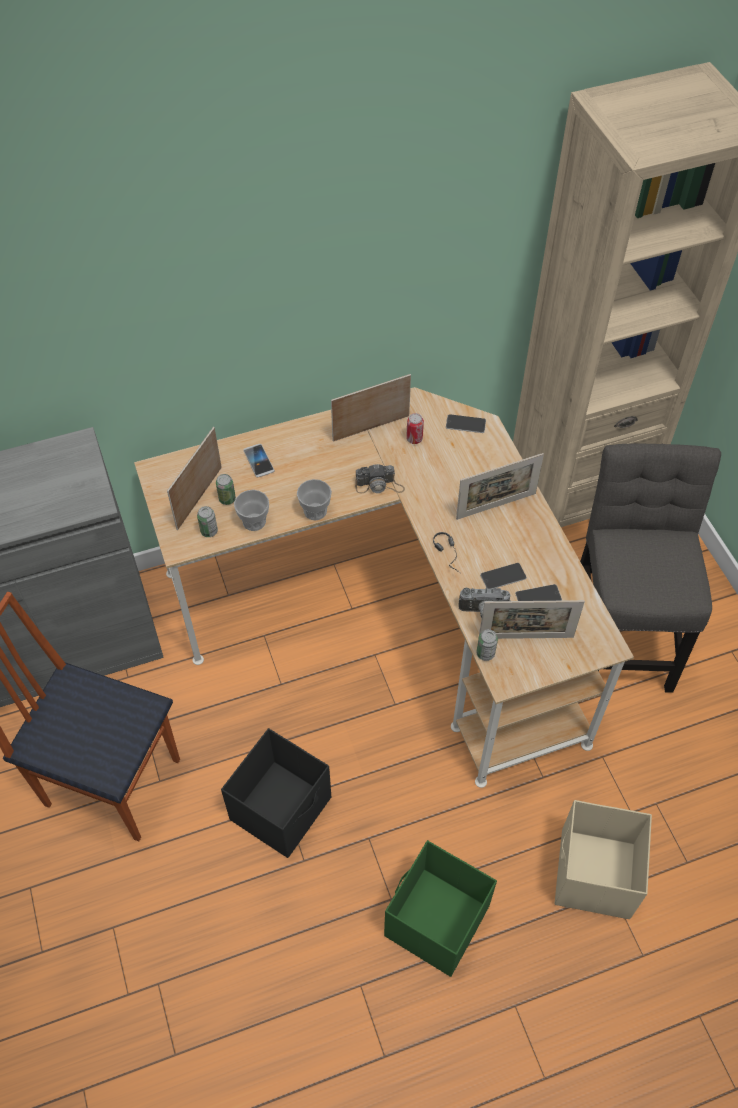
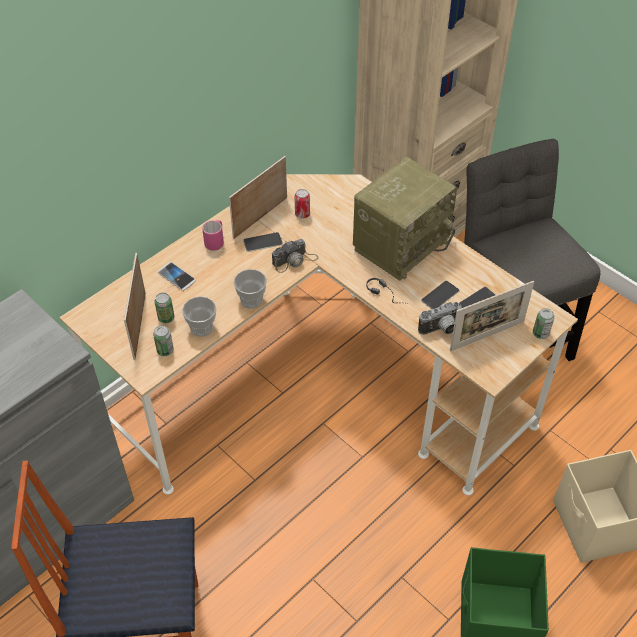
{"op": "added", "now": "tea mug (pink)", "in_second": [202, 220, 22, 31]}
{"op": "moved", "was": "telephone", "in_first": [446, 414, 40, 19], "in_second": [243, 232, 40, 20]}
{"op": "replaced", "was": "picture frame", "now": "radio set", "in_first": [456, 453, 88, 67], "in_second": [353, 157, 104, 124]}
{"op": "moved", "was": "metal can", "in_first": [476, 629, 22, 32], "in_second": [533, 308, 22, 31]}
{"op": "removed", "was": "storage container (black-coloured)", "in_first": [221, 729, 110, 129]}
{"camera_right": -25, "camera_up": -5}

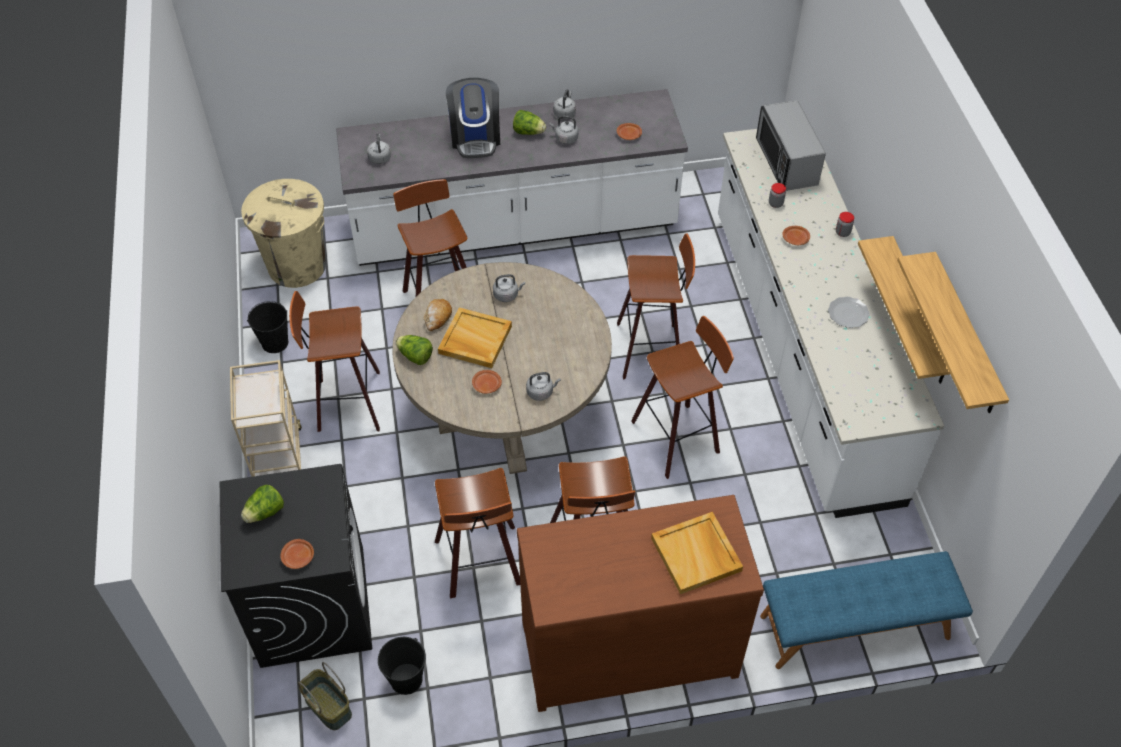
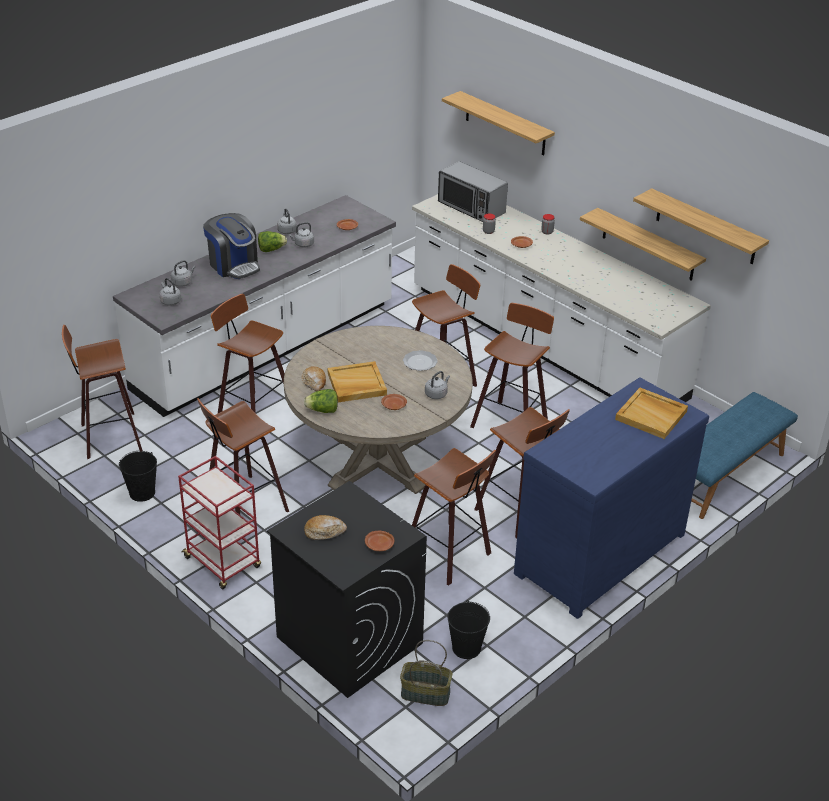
{"op": "replaced", "was": "waste bin (beige)", "now": "stool seat", "in_first": [241, 179, 85, 109], "in_second": [62, 325, 81, 134]}
{"op": "moved", "was": "tea kettle (grey)", "in_first": [493, 274, 32, 28], "in_second": [171, 260, 24, 27]}
{"op": "recoloured", "was": "wheeled cart (beige)", "now": "wheeled cart (red)", "in_first": [230, 360, 72, 117], "in_second": [178, 456, 83, 133]}
{"op": "replaced", "was": "lettuce head", "now": "bakery bread", "in_first": [241, 485, 43, 38], "in_second": [304, 515, 43, 25]}
{"op": "moved", "was": "flat dish", "in_first": [828, 297, 42, 31], "in_second": [403, 350, 35, 21]}
{"op": "added", "now": "shelf", "in_second": [442, 91, 113, 65]}
{"op": "recoloured", "was": "drawer chest (brown)", "now": "drawer chest (bluish)", "in_first": [517, 495, 247, 217], "in_second": [514, 377, 195, 242]}
{"camera_right": -35, "camera_up": -15}

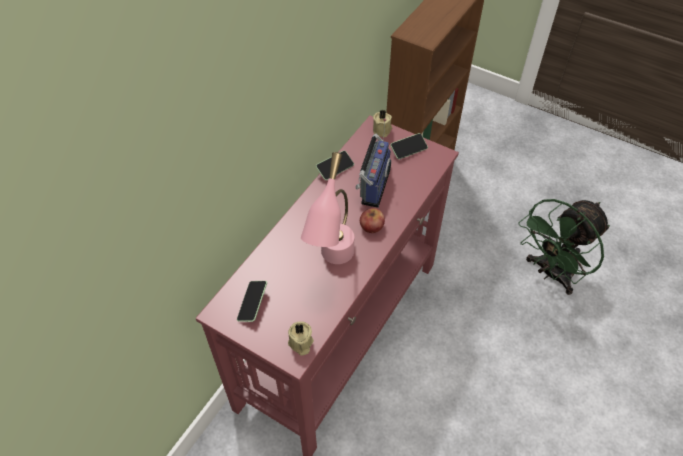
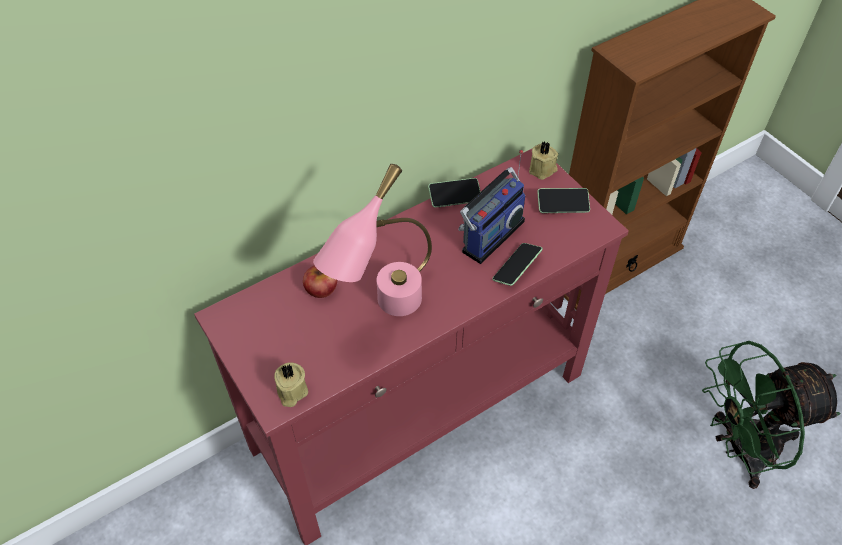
{"op": "moved", "was": "whole apple", "in_first": [360, 208, 25, 25], "in_second": [303, 265, 34, 33]}
{"op": "moved", "was": "telephone", "in_first": [237, 281, 30, 41], "in_second": [492, 243, 51, 43]}
{"camera_right": 25, "camera_up": 0}

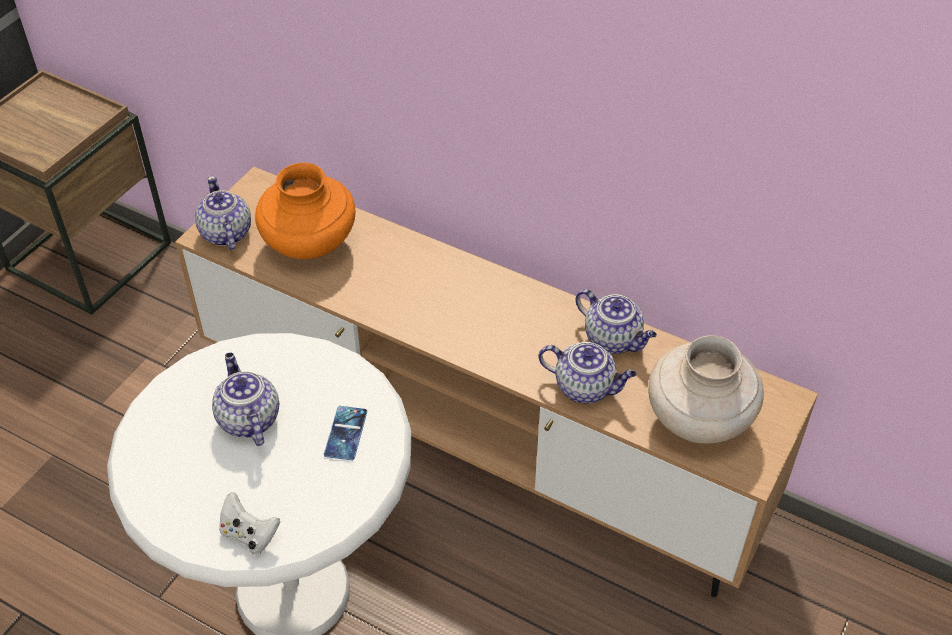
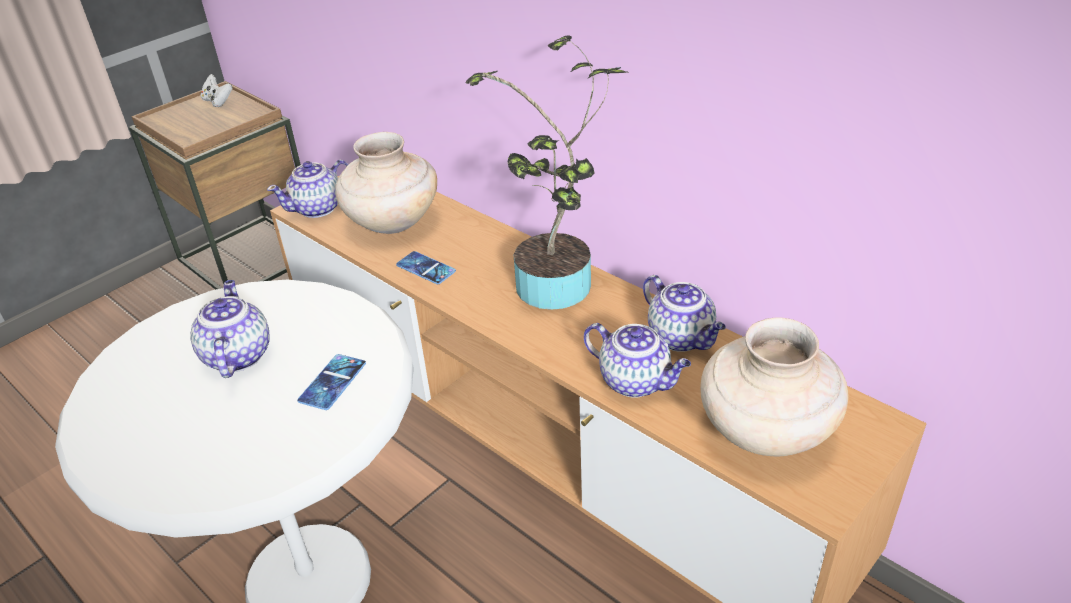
{"op": "moved", "was": "game controller (whitish)", "in_first": [219, 492, 61, 62], "in_second": [201, 74, 32, 33]}
{"op": "turned", "was": "pot for tea", "in_first": [195, 176, 56, 75], "in_second": [267, 160, 82, 58], "clockwise": -120}
{"op": "recoloured", "was": "vase (orange)", "now": "vase (beige)", "in_first": [255, 163, 101, 96], "in_second": [335, 132, 102, 102]}
{"op": "added", "now": "telephone", "in_second": [396, 251, 60, 33]}
{"op": "added", "now": "potted plant", "in_second": [466, 36, 163, 274]}
{"camera_right": 15, "camera_up": -10}

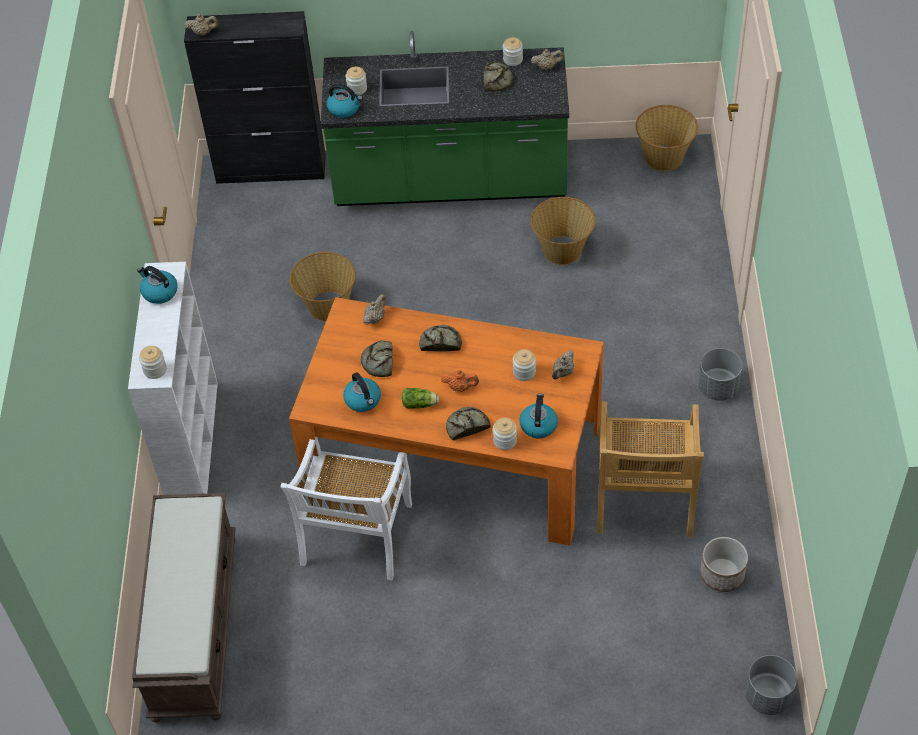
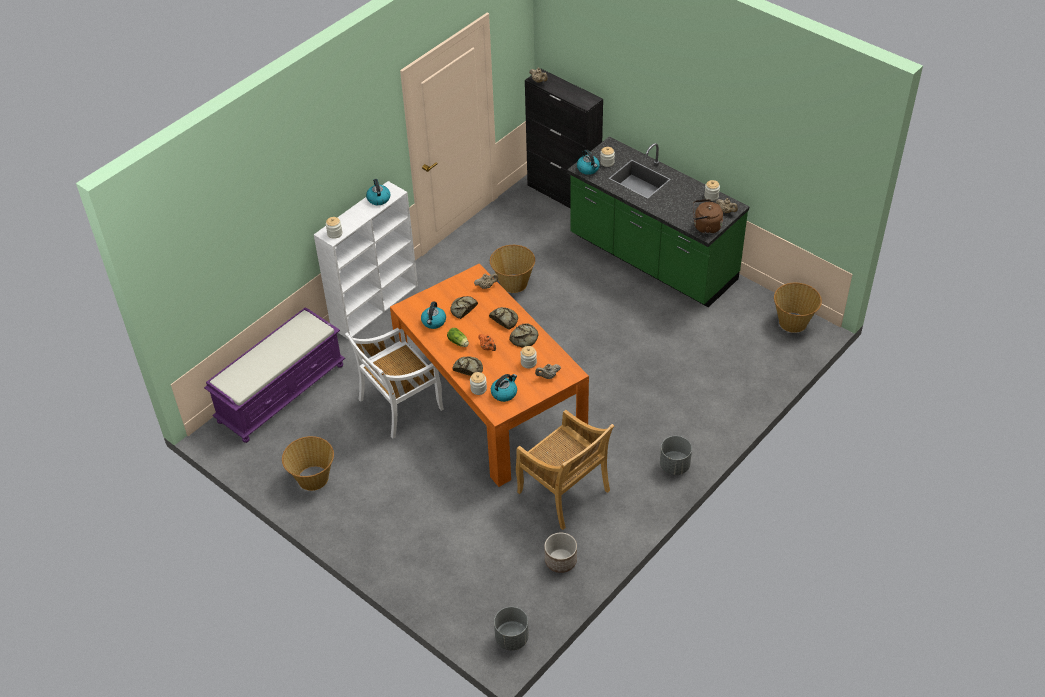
{"op": "recoloured", "was": "long seat (brown)", "now": "long seat (purplish)", "in_first": [132, 493, 104, 229], "in_second": [204, 307, 141, 136]}
{"op": "moved", "was": "household basket", "in_first": [530, 197, 66, 68], "in_second": [282, 436, 52, 55]}
{"op": "moved", "was": "bakery bread", "in_first": [484, 62, 29, 30], "in_second": [509, 323, 29, 25]}
{"op": "turned", "was": "chair (beige)", "in_first": [597, 402, 107, 135], "in_second": [516, 410, 98, 120], "clockwise": -90}
{"op": "added", "now": "tea kettle (brown)", "in_second": [693, 199, 30, 35]}
{"camera_right": 40, "camera_up": -5}

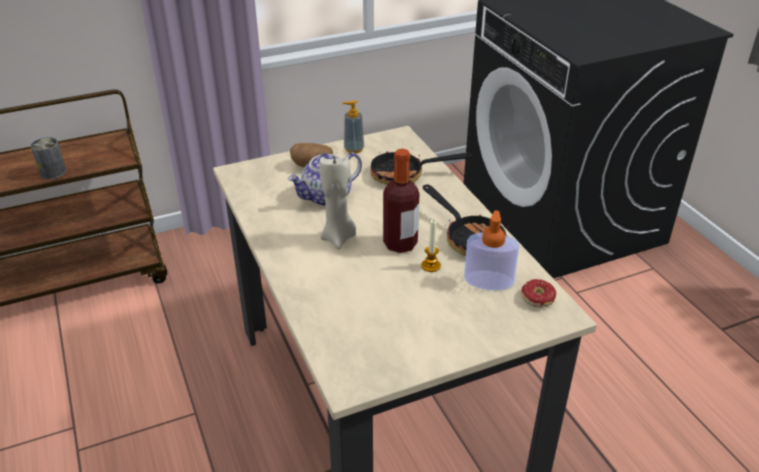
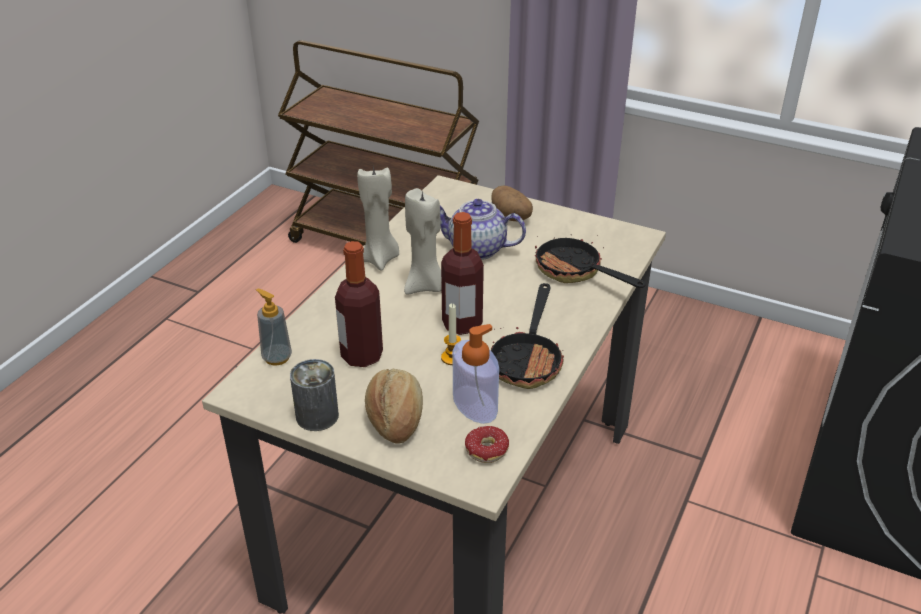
{"op": "moved", "was": "liquid soap bottle", "in_first": [342, 100, 22, 54], "in_second": [256, 288, 36, 77]}
{"op": "moved", "was": "metal can", "in_first": [31, 137, 35, 42], "in_second": [290, 359, 49, 72]}
{"op": "added", "now": "drink bottle", "in_second": [335, 241, 48, 126]}
{"op": "added", "now": "wax light (beige)", "in_second": [357, 165, 42, 106]}
{"op": "added", "now": "bakery bread", "in_second": [365, 369, 58, 75]}
{"camera_right": 50, "camera_up": 0}

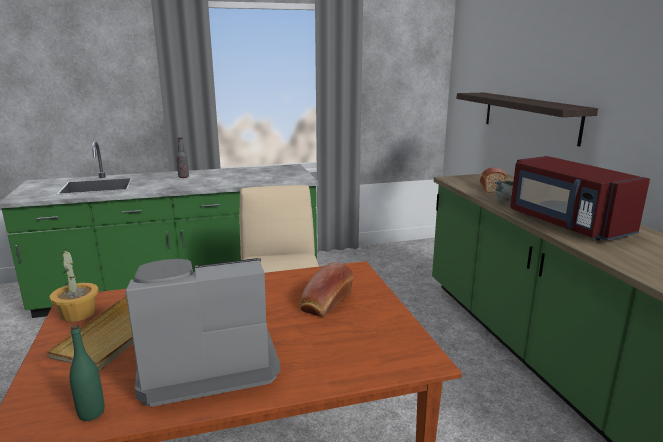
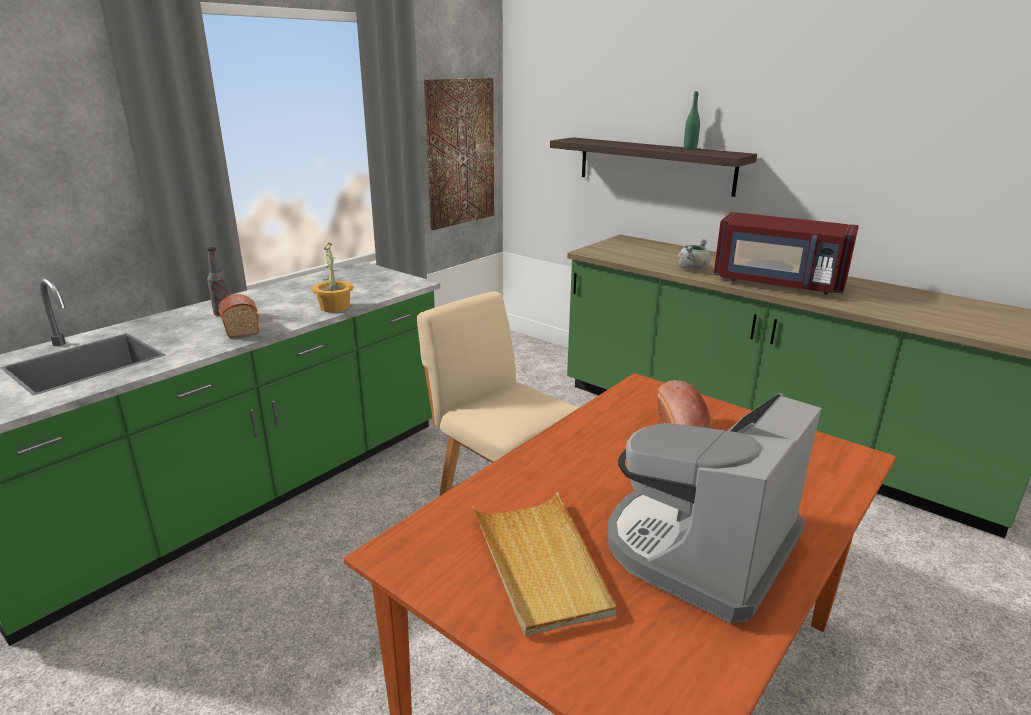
{"op": "moved", "was": "bakery bread", "in_first": [480, 167, 28, 26], "in_second": [218, 294, 41, 44]}
{"op": "moved", "was": "potted plant", "in_first": [49, 246, 50, 76], "in_second": [312, 243, 41, 69]}
{"op": "added", "now": "picture", "in_second": [424, 78, 70, 152]}
{"op": "moved", "was": "drink bottle (green-coloured)", "in_first": [69, 325, 35, 96], "in_second": [684, 92, 16, 58]}
{"camera_right": -35, "camera_up": 5}

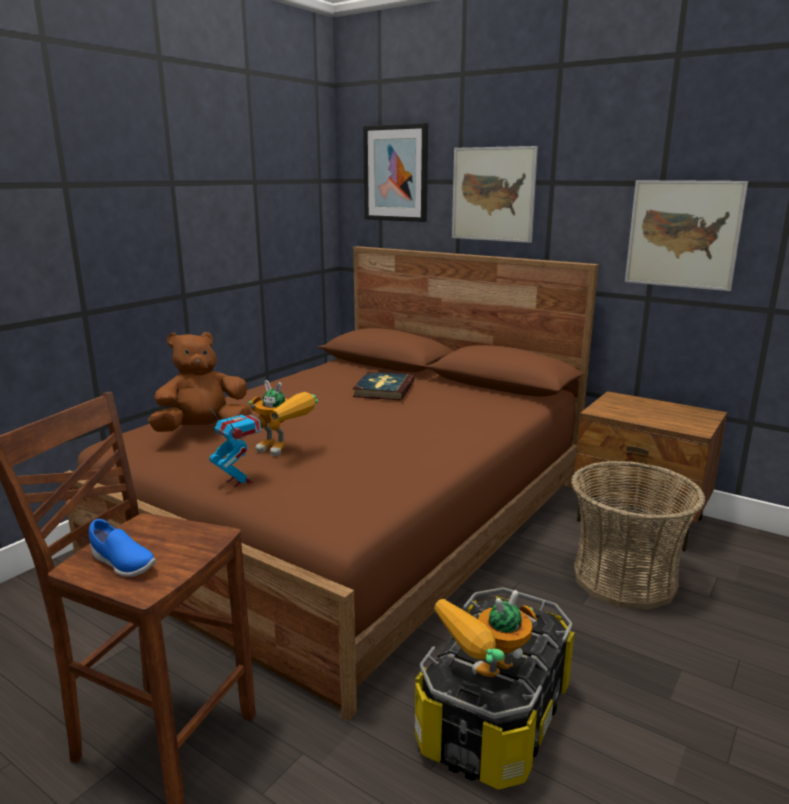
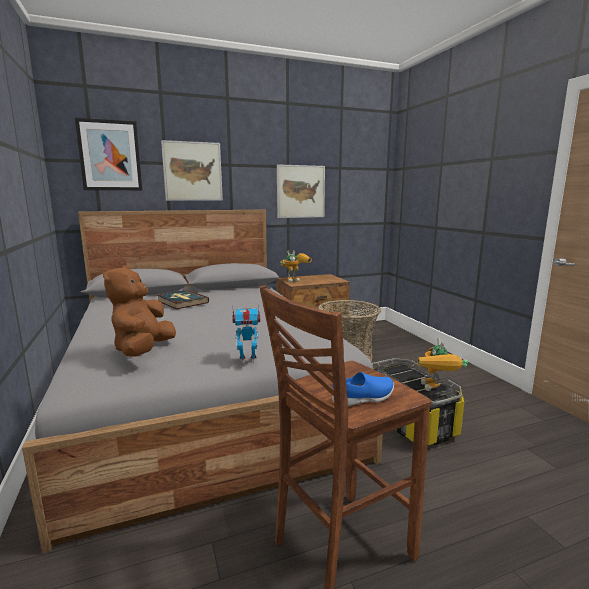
{"op": "recoloured", "was": "bed (brown)", "now": "bed (grey)", "in_first": [62, 246, 537, 475], "in_second": [22, 210, 361, 343]}
{"op": "moved", "was": "robot figure", "in_first": [248, 380, 70, 76], "in_second": [280, 250, 32, 33]}
{"camera_right": -55, "camera_up": -5}

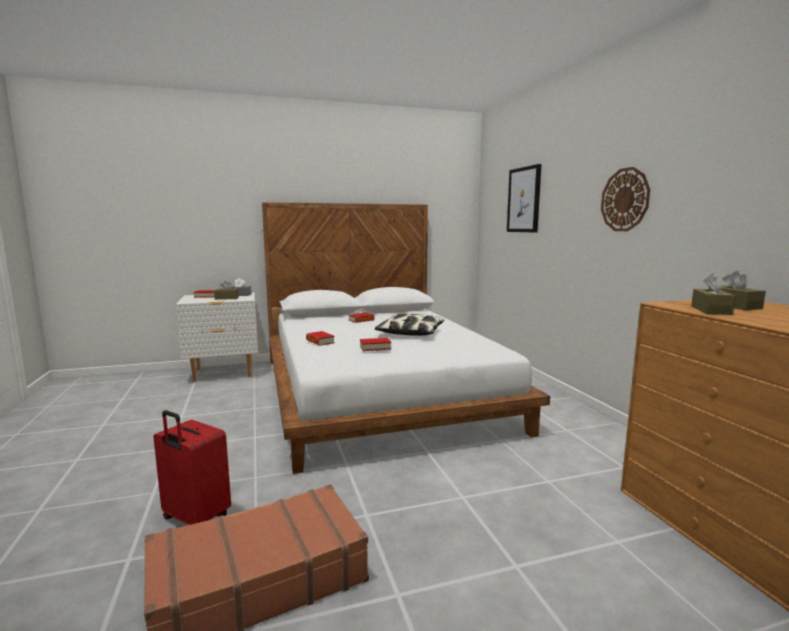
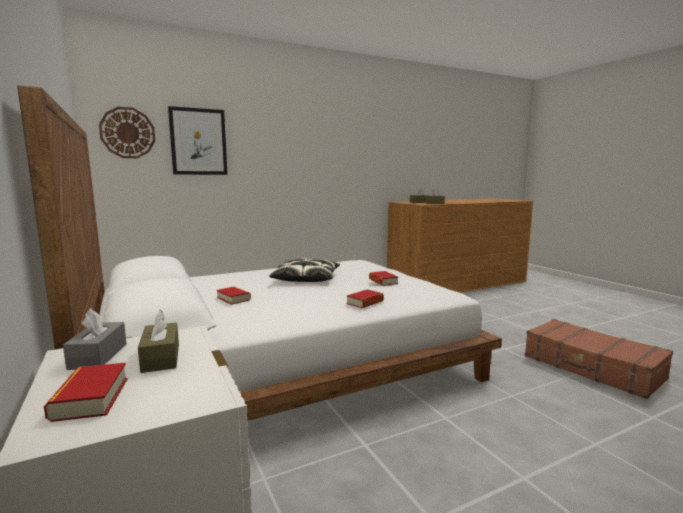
{"op": "moved", "was": "wall clock", "in_first": [601, 167, 49, 64], "in_second": [99, 107, 56, 51]}
{"op": "removed", "was": "piece of luggage (red)", "in_first": [153, 410, 78, 115]}
{"camera_right": -100, "camera_up": 0}

